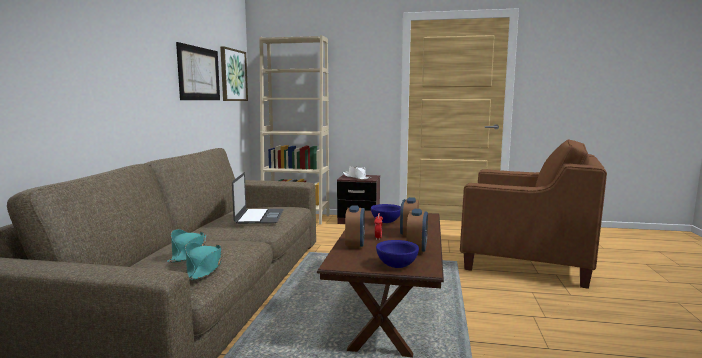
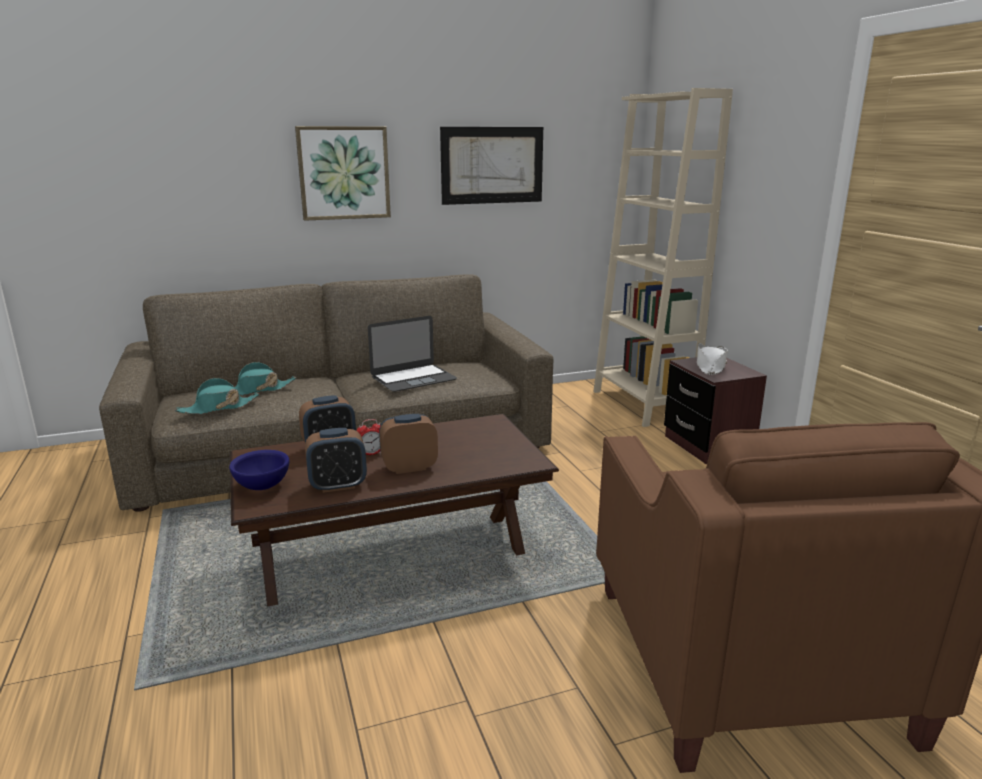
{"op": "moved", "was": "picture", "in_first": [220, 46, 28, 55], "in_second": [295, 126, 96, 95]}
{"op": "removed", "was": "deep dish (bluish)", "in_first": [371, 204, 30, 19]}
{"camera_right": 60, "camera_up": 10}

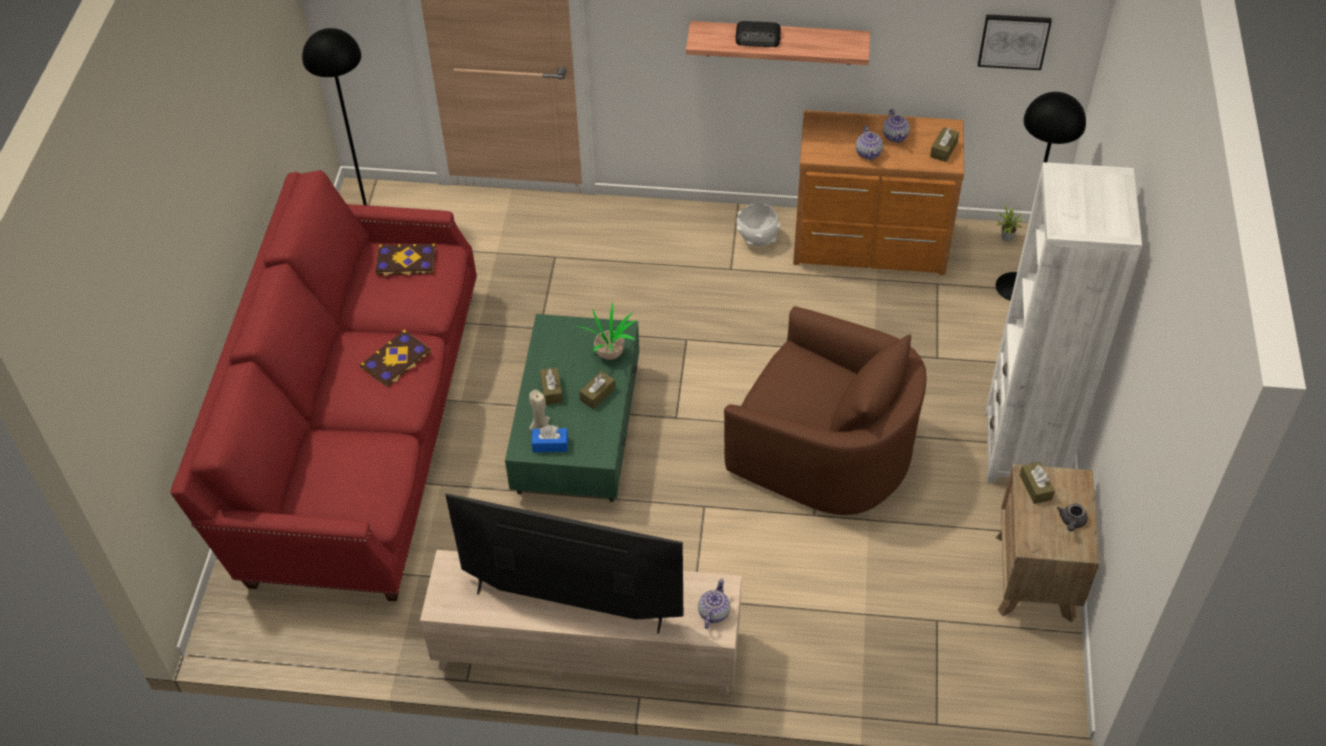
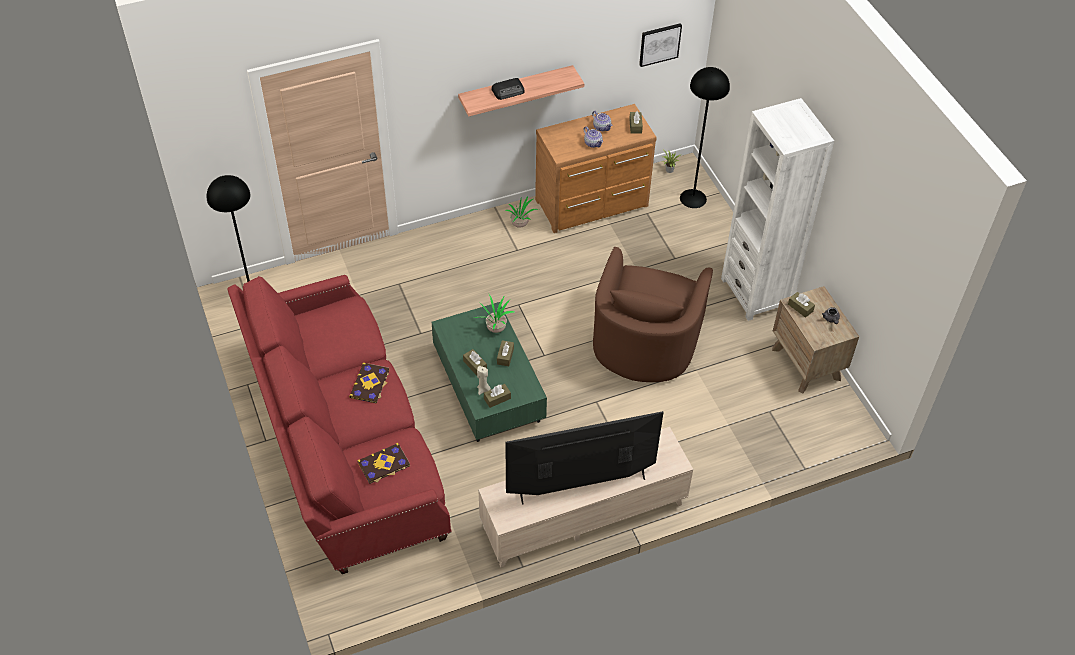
{"op": "moved", "was": "book", "in_first": [375, 244, 61, 32], "in_second": [357, 443, 53, 41]}
{"op": "recoloured", "was": "tissue box (bluish)", "now": "tissue box (brown)", "in_first": [532, 425, 36, 27], "in_second": [484, 384, 27, 24]}
{"op": "replaced", "was": "deep dish (whitish)", "now": "potted plant", "in_first": [736, 203, 45, 43], "in_second": [505, 196, 34, 32]}
{"op": "turned", "was": "lounge chair (brown)", "in_first": [724, 306, 202, 209], "in_second": [593, 247, 120, 135], "clockwise": 105}
{"op": "removed", "was": "pot for tea", "in_first": [698, 579, 32, 50]}
{"camera_right": -30, "camera_up": 0}

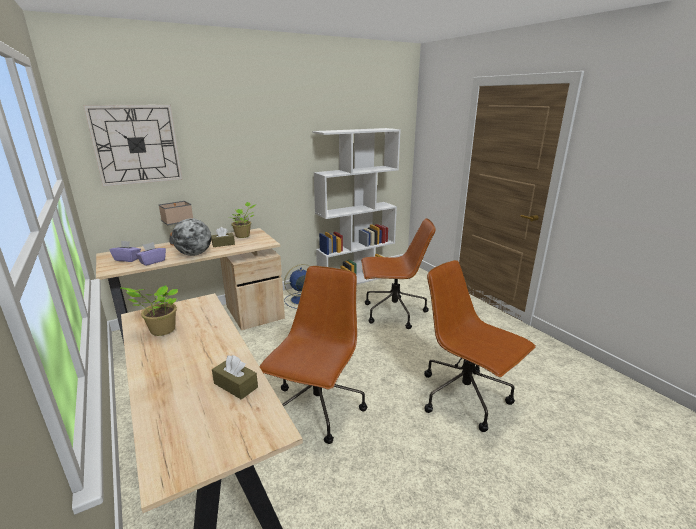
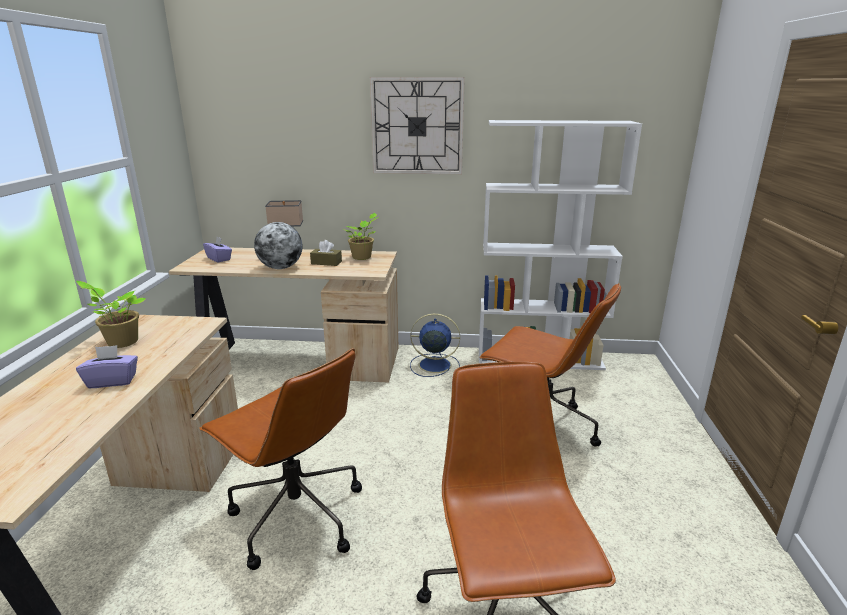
{"op": "moved", "was": "tissue box (purplish)", "in_first": [136, 242, 30, 24], "in_second": [76, 345, 62, 43]}
{"op": "turned", "was": "office chair (brown)", "in_first": [259, 266, 109, 178], "in_second": [199, 348, 163, 222], "clockwise": 75}
{"op": "moved", "was": "wall clock", "in_first": [83, 105, 100, 82], "in_second": [370, 77, 95, 97]}
{"op": "removed", "was": "tissue box (brown)", "in_first": [212, 355, 46, 45]}
{"camera_right": 35, "camera_up": 0}

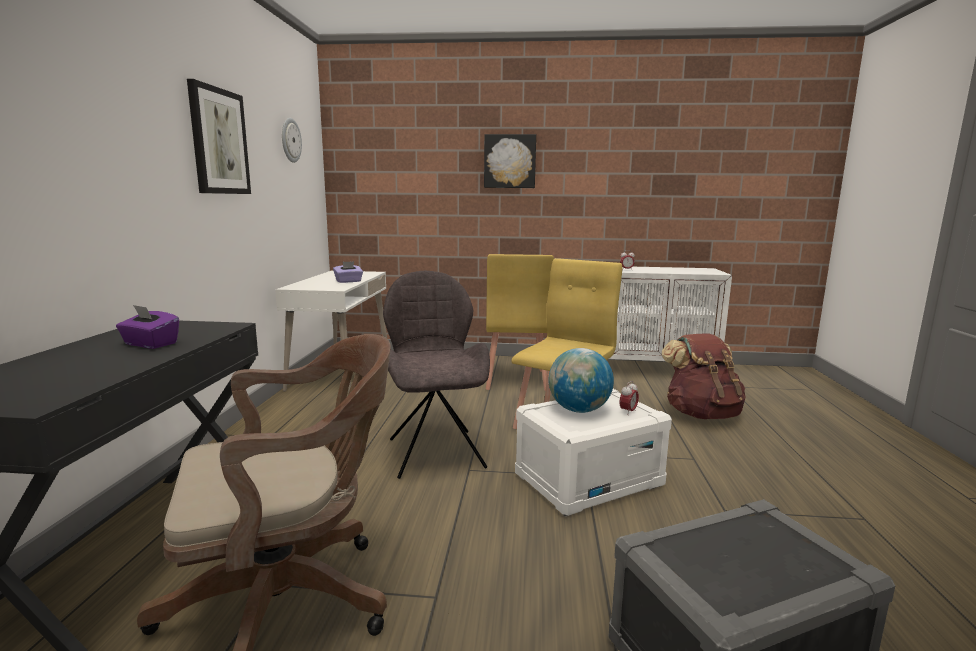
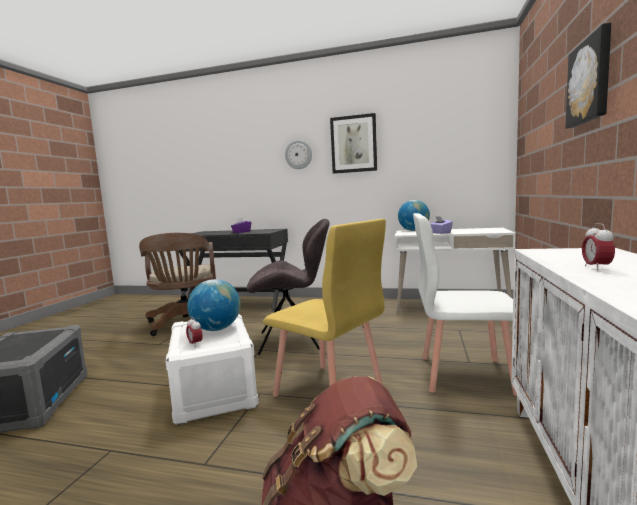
{"op": "moved", "was": "wall clock", "in_first": [282, 118, 20, 45], "in_second": [285, 140, 27, 29]}
{"op": "added", "now": "world globe", "in_second": [398, 200, 32, 31]}
{"op": "recoloured", "was": "chair (yellowish)", "now": "chair (whitish)", "in_first": [486, 254, 68, 136], "in_second": [413, 213, 104, 183]}
{"camera_right": 100, "camera_up": -5}

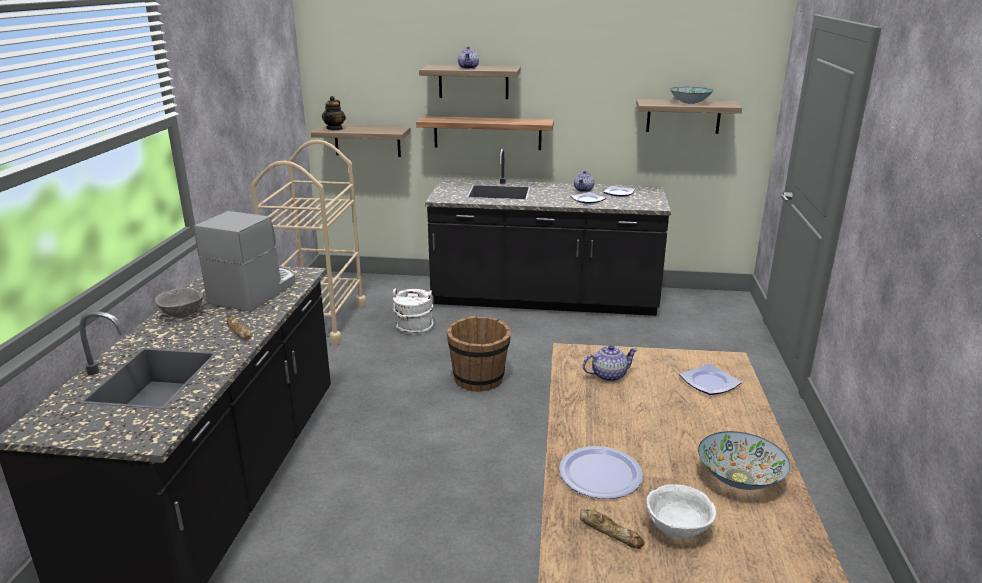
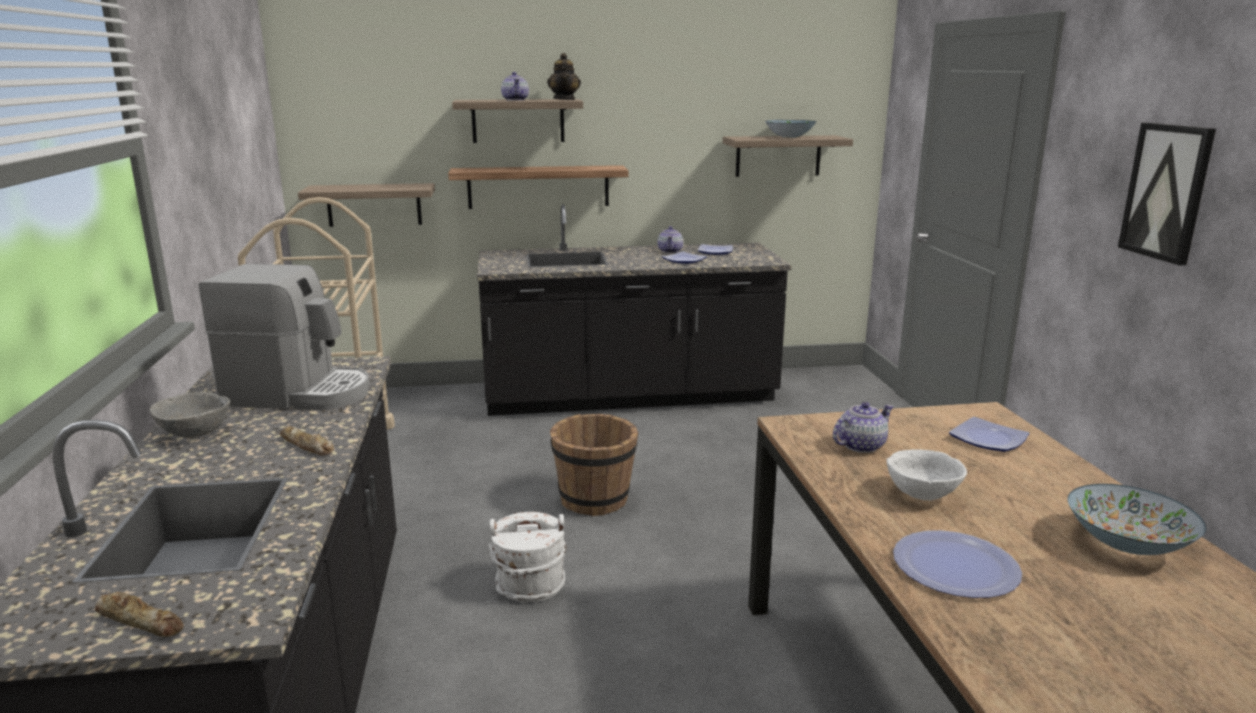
{"op": "moved", "was": "bakery bread", "in_first": [580, 509, 65, 40], "in_second": [95, 592, 89, 45]}
{"op": "turned", "was": "coffee machine", "in_first": [194, 211, 101, 101], "in_second": [199, 264, 171, 146], "clockwise": 90}
{"op": "moved", "was": "bucket (whitish)", "in_first": [392, 289, 42, 46], "in_second": [489, 512, 78, 90]}
{"op": "moved", "was": "pot for tea", "in_first": [322, 96, 24, 34], "in_second": [547, 53, 34, 47]}
{"op": "moved", "was": "deep dish (whitish)", "in_first": [647, 484, 69, 54], "in_second": [886, 449, 81, 51]}
{"op": "added", "now": "picture", "in_second": [1118, 123, 98, 142]}
{"camera_right": -15, "camera_up": -5}

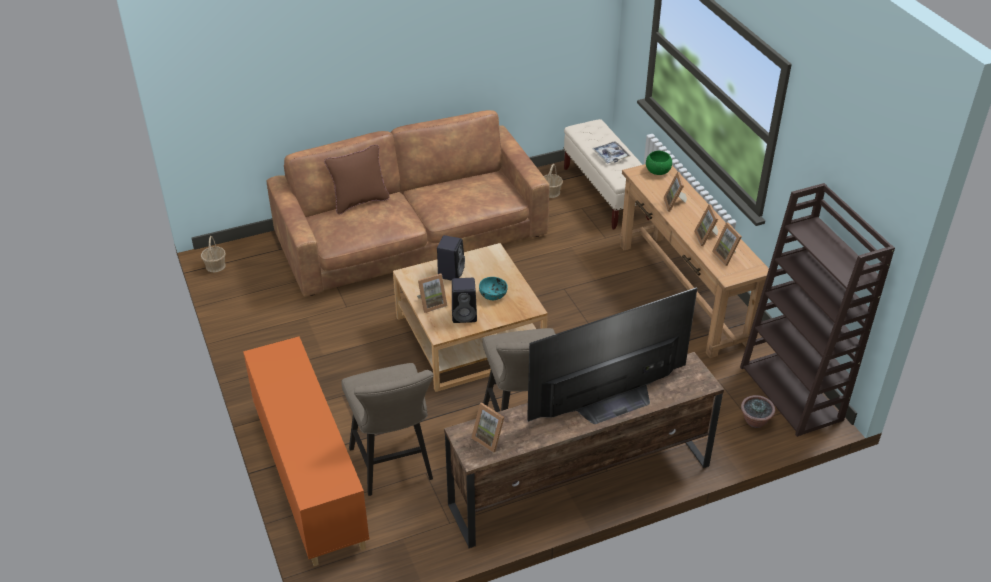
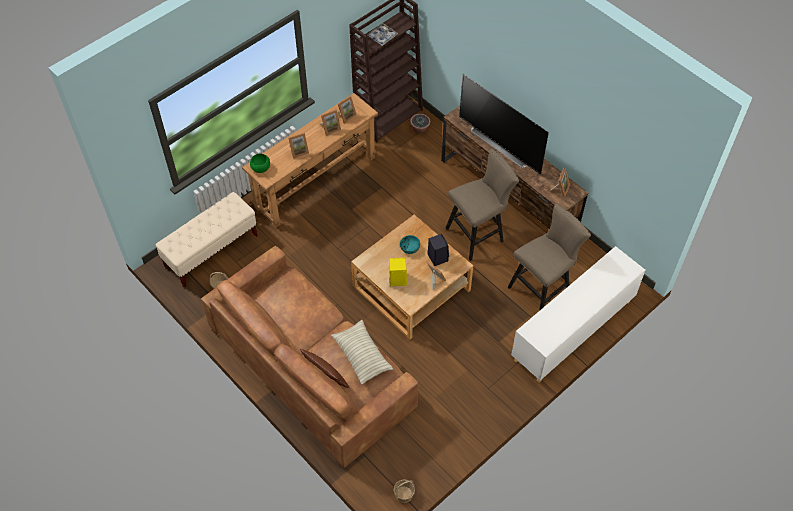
{"op": "added", "now": "cushion", "in_second": [331, 320, 62, 65]}
{"op": "moved", "was": "serving tray", "in_first": [592, 141, 39, 22], "in_second": [367, 23, 31, 23]}
{"op": "recoloured", "was": "speaker (black-coloured)", "now": "speaker (yellowish)", "in_first": [437, 235, 28, 46], "in_second": [389, 258, 18, 28]}
{"op": "recoloured", "was": "storage cabinet (orange)", "now": "storage cabinet (whitish)", "in_first": [243, 336, 126, 230], "in_second": [511, 246, 134, 137]}
{"camera_right": -110, "camera_up": 15}

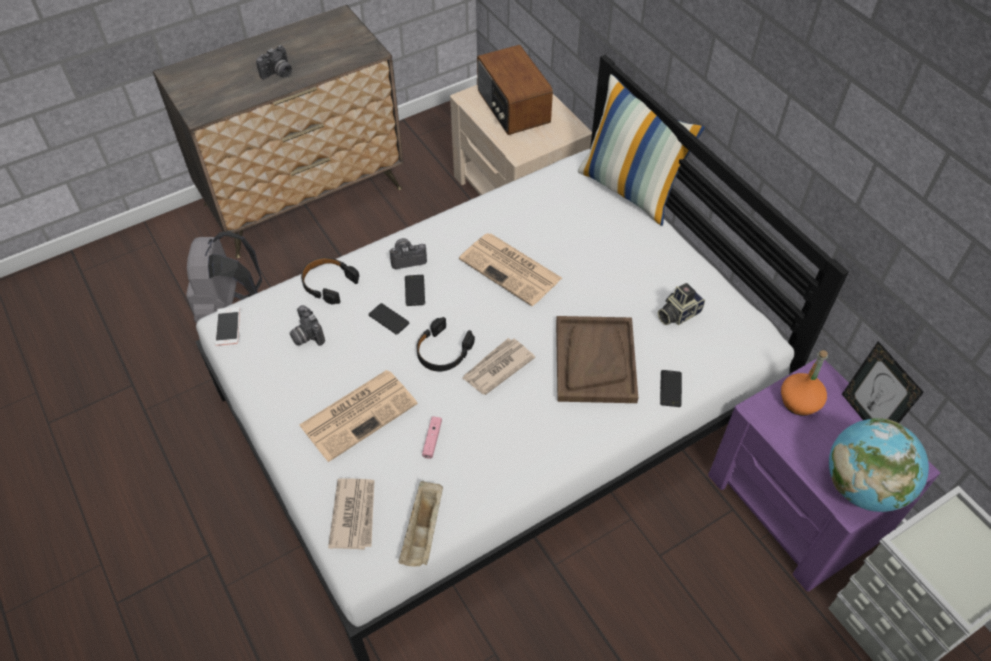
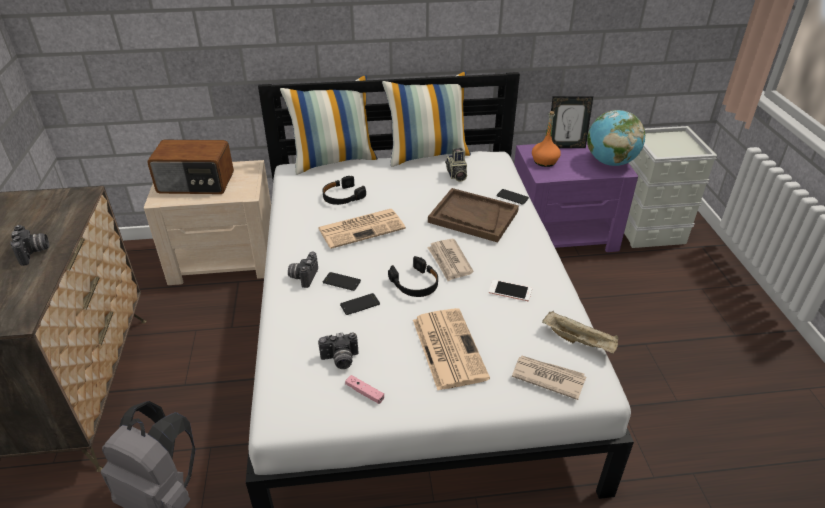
{"op": "moved", "was": "headphones (black-coloured)", "in_first": [301, 257, 58, 47], "in_second": [322, 176, 44, 29]}
{"op": "moved", "was": "game controller (pink)", "in_first": [422, 417, 20, 42], "in_second": [345, 375, 39, 29]}
{"op": "added", "now": "cushion", "in_second": [382, 71, 89, 96]}
{"op": "moved", "was": "telephone", "in_first": [215, 307, 25, 39], "in_second": [489, 280, 43, 21]}
{"camera_right": -65, "camera_up": -15}

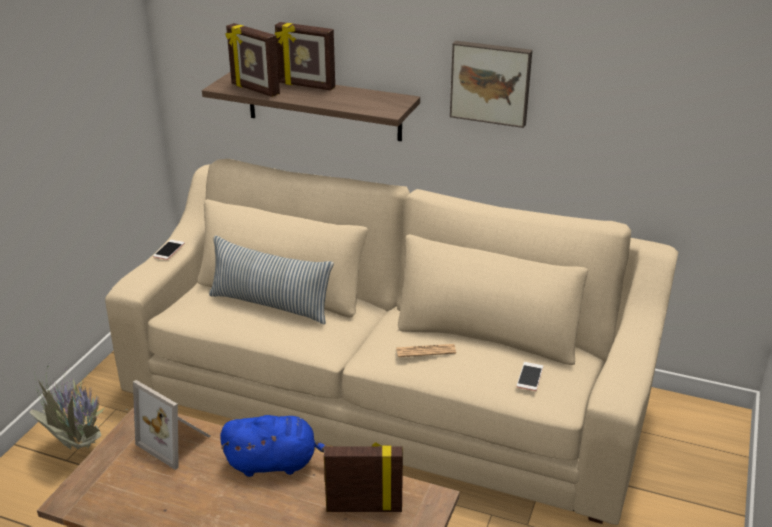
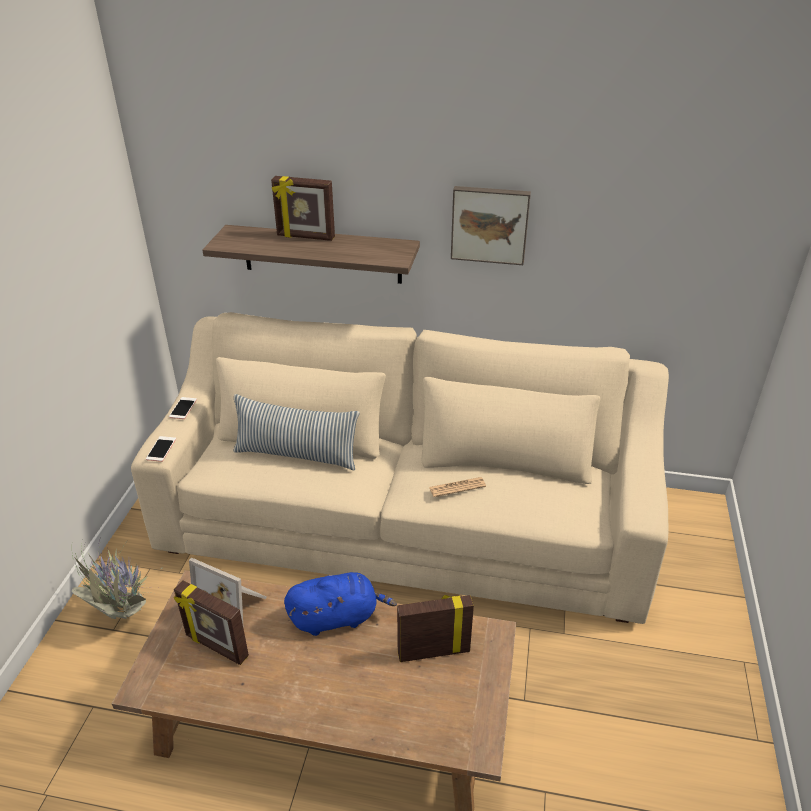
{"op": "moved", "was": "telephone", "in_first": [517, 362, 26, 29], "in_second": [146, 436, 30, 26]}
{"op": "moved", "was": "picture frame", "in_first": [225, 23, 55, 74], "in_second": [174, 580, 75, 85]}
{"camera_right": -10, "camera_up": 5}

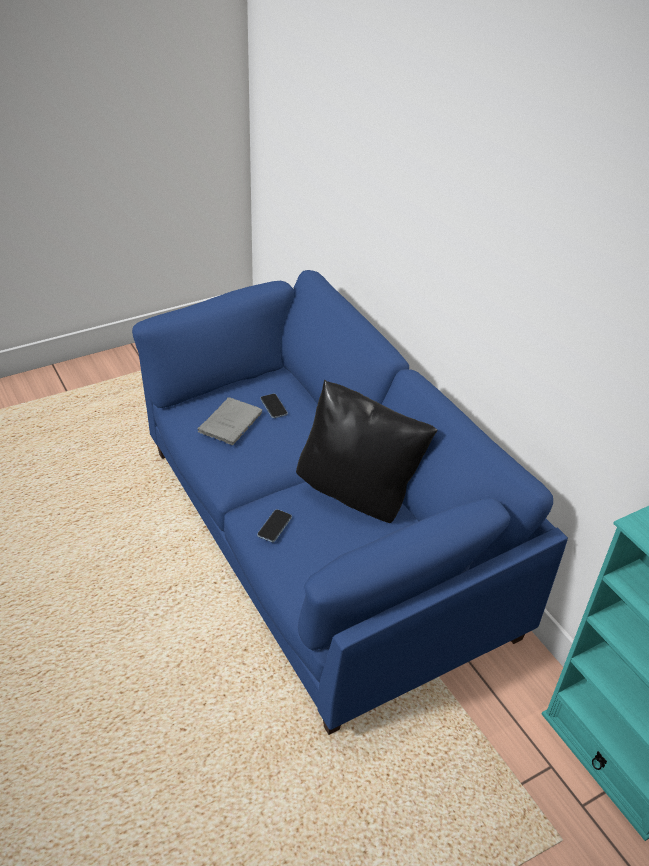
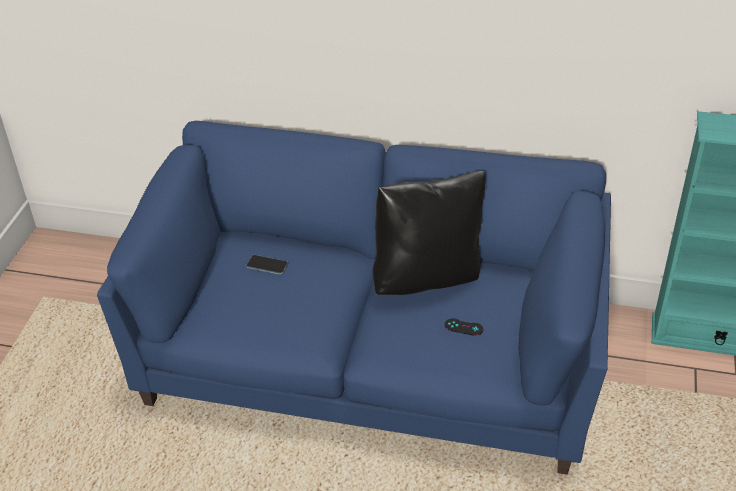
{"op": "added", "now": "game controller (black-coloured)", "in_second": [445, 318, 38, 18]}
{"op": "removed", "was": "book (grey)", "in_first": [198, 397, 64, 48]}
{"op": "removed", "was": "telephone", "in_first": [257, 509, 35, 33]}
{"camera_right": -45, "camera_up": 0}

